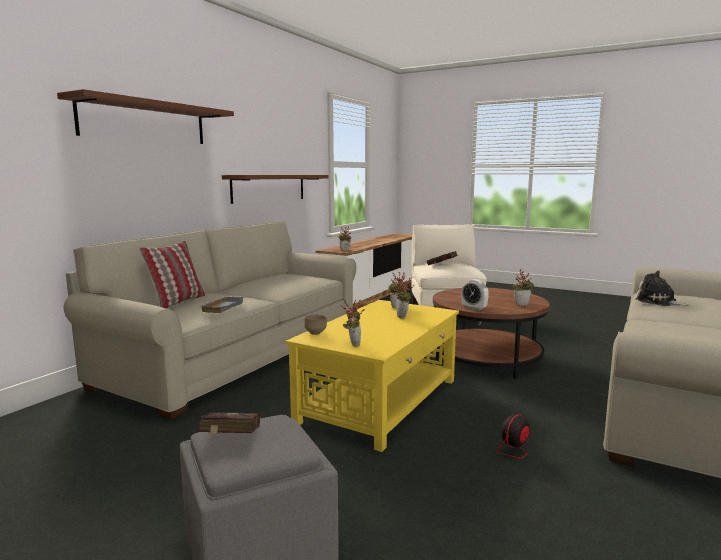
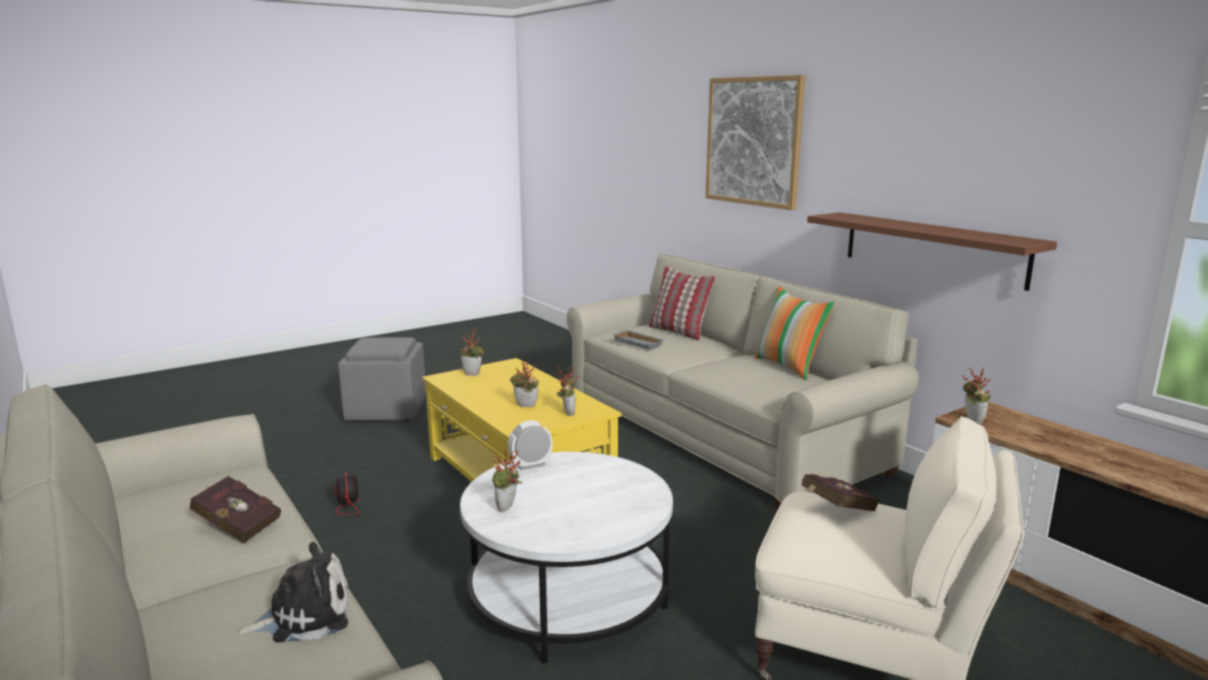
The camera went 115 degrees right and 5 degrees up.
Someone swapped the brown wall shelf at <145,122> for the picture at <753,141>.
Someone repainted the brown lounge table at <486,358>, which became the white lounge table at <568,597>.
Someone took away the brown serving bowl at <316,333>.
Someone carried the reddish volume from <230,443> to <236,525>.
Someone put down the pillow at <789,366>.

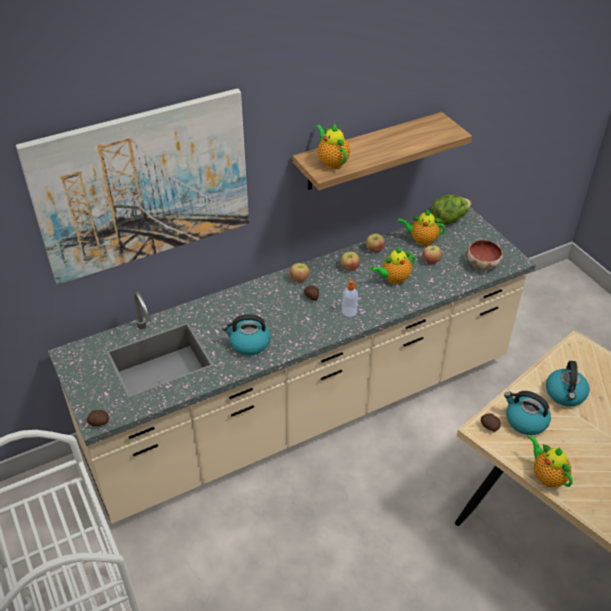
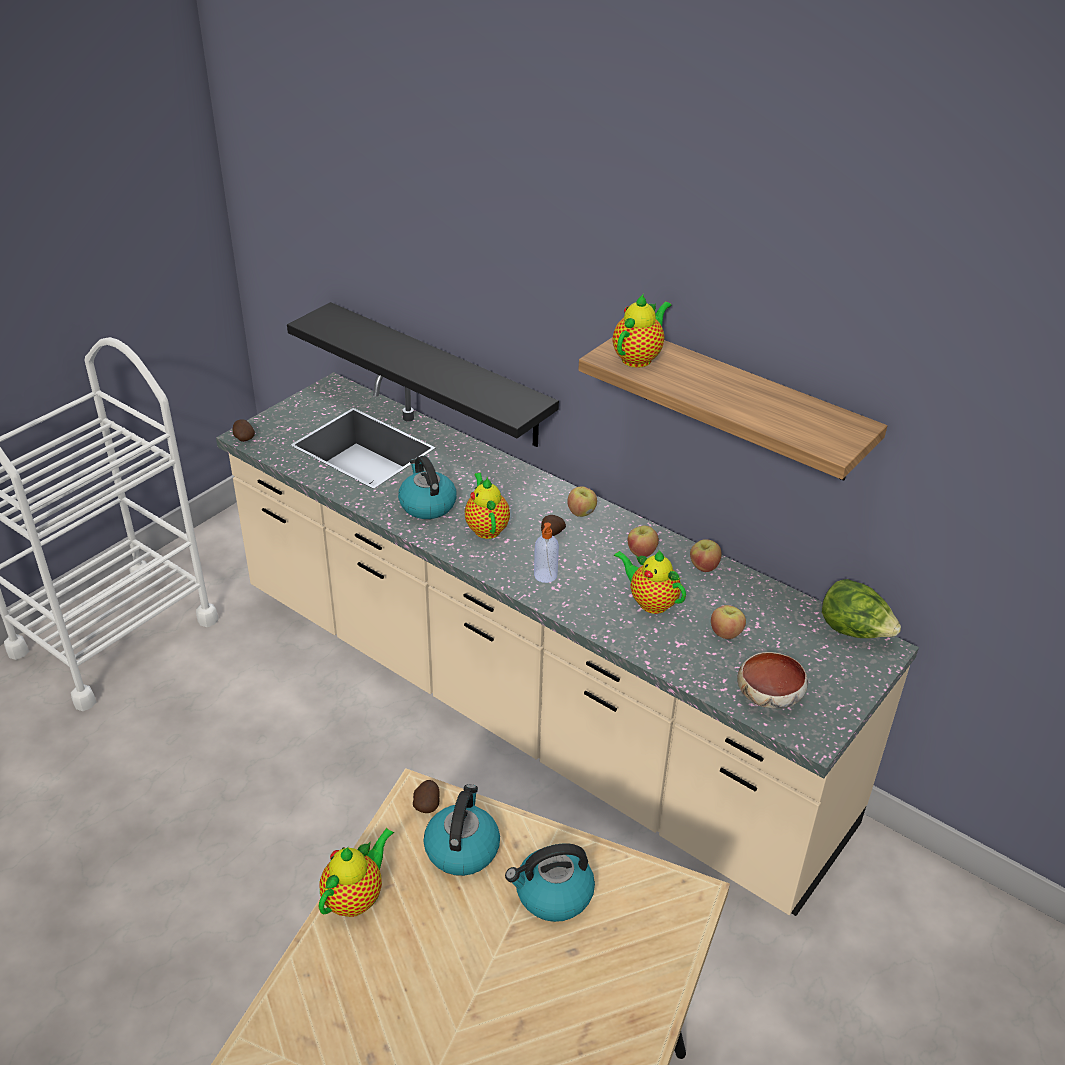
The camera went 65 degrees right and 5 degrees down.
Someone took away the picture at <144,186>.
Someone carried the teapot from <421,240> to <486,528>.
Someone put up the blackish wall shelf at <439,375>.

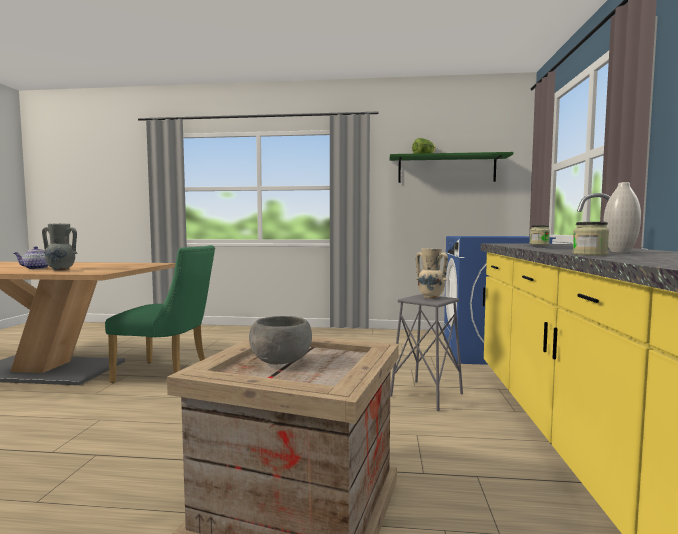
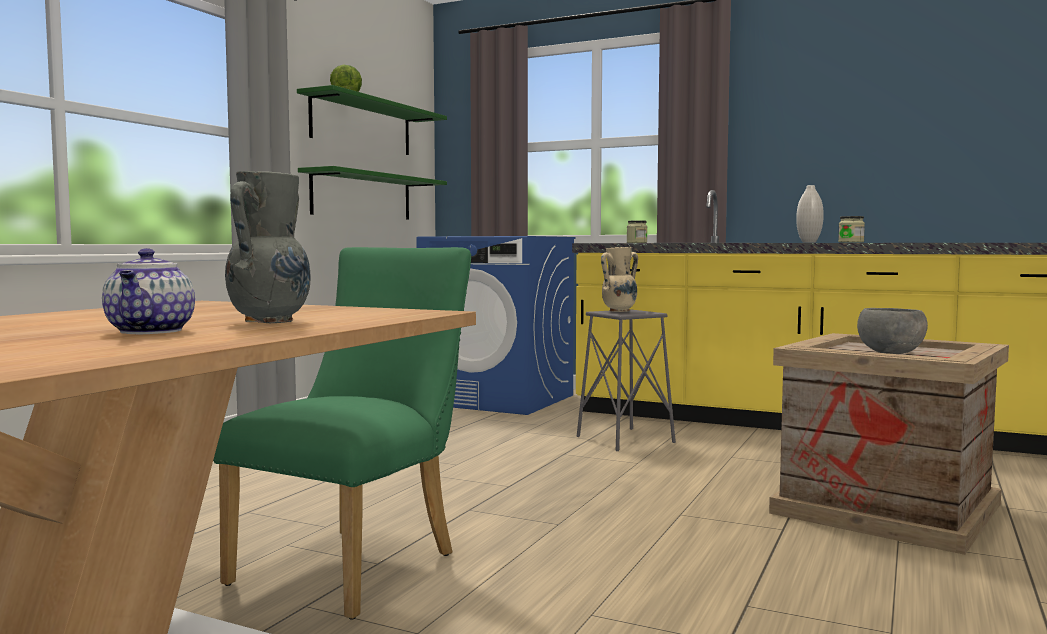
The camera went 70 degrees left and 0 degrees up.
Someone put up the green-coloured wall shelf at <362,196>.

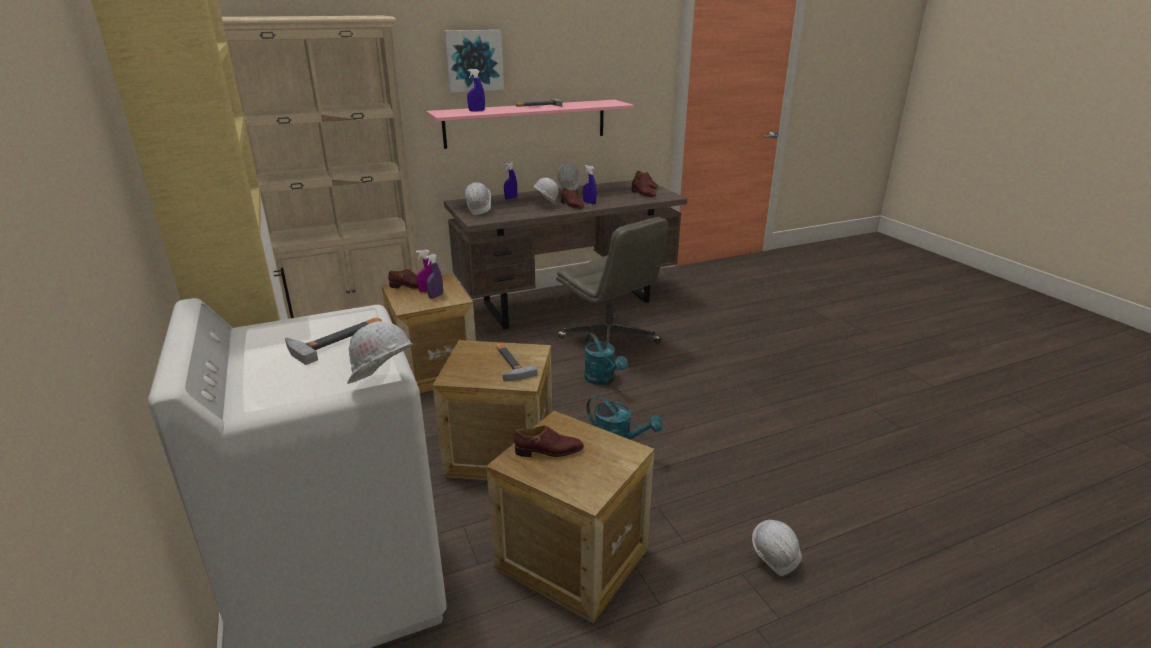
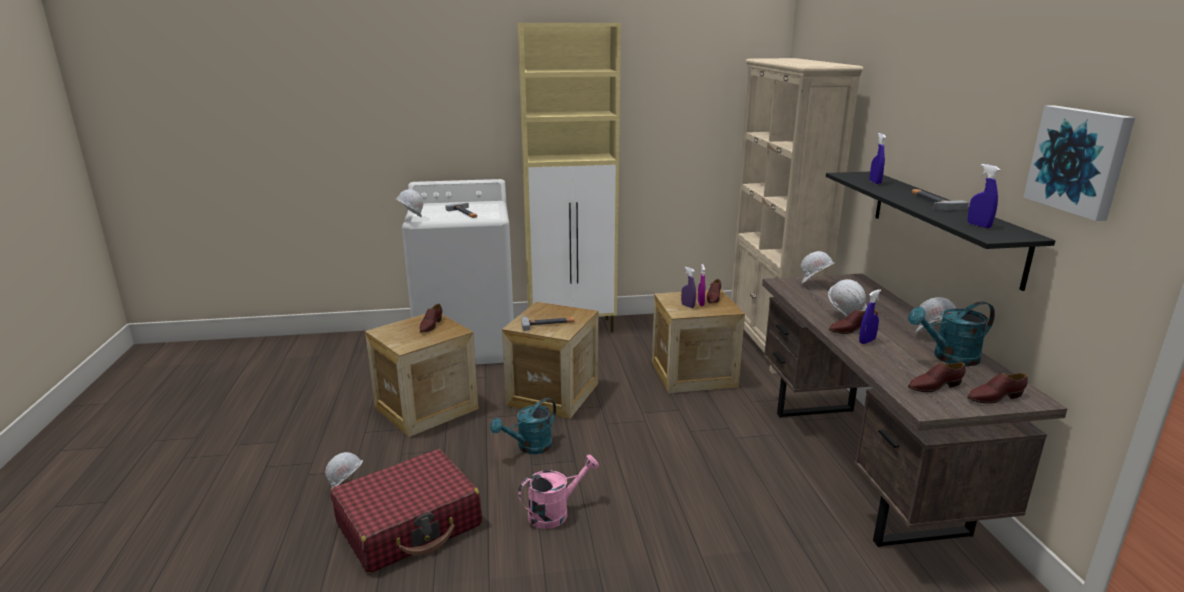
The camera went 105 degrees right and 5 degrees down.
Someone carried the picture from <473,60> to <1079,160>.
Someone repainted the pink wall shelf at <526,123>, which became the blackish wall shelf at <943,224>.
Someone carried the blue-coloured sprayer from <511,198> to <978,225>.
Someone took away the grey office chair at <609,340>.
Someone carried the blue-green watering can from <603,380> to <949,358>.
Someone put down the reddish travel case at <409,524>.
Someone put down the pink watering can at <555,512>.

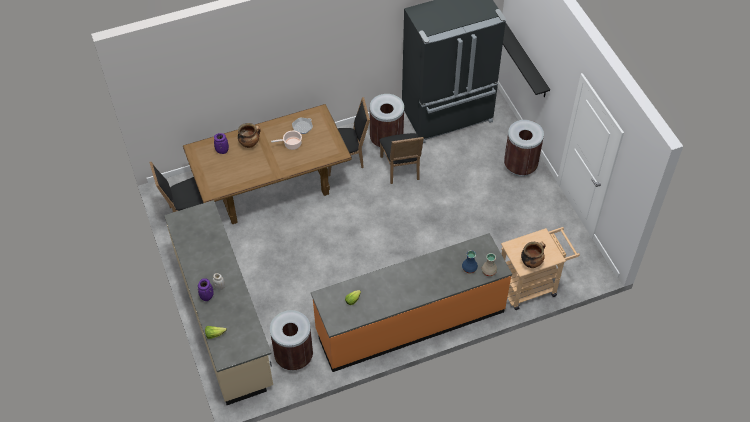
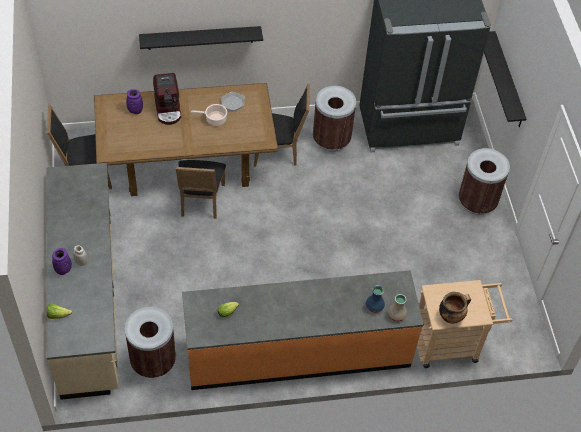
The camera went 10 degrees right and 0 degrees up.
Someone swapped the cooking pot at <250,143> for the coffee brewer at <168,109>.
Someone carried the blackish upright chair from <401,169> to <200,202>.
Someone put up the blackish wall shelf at <200,37>.

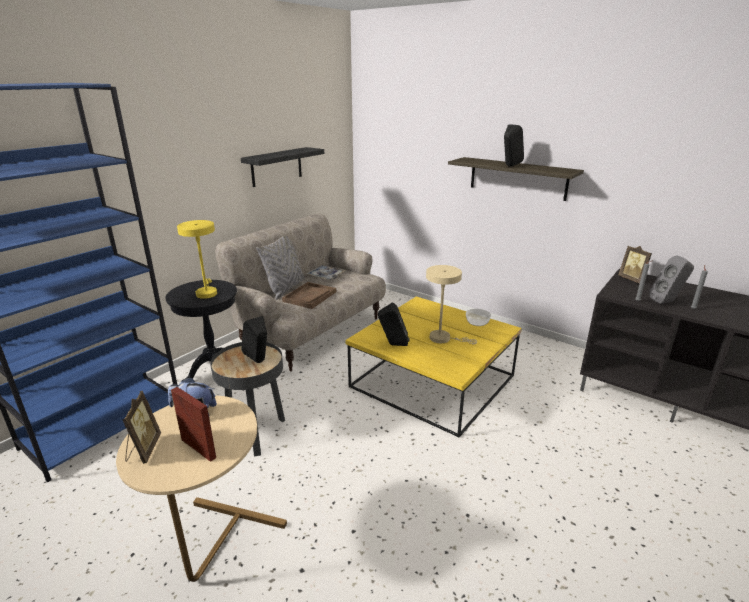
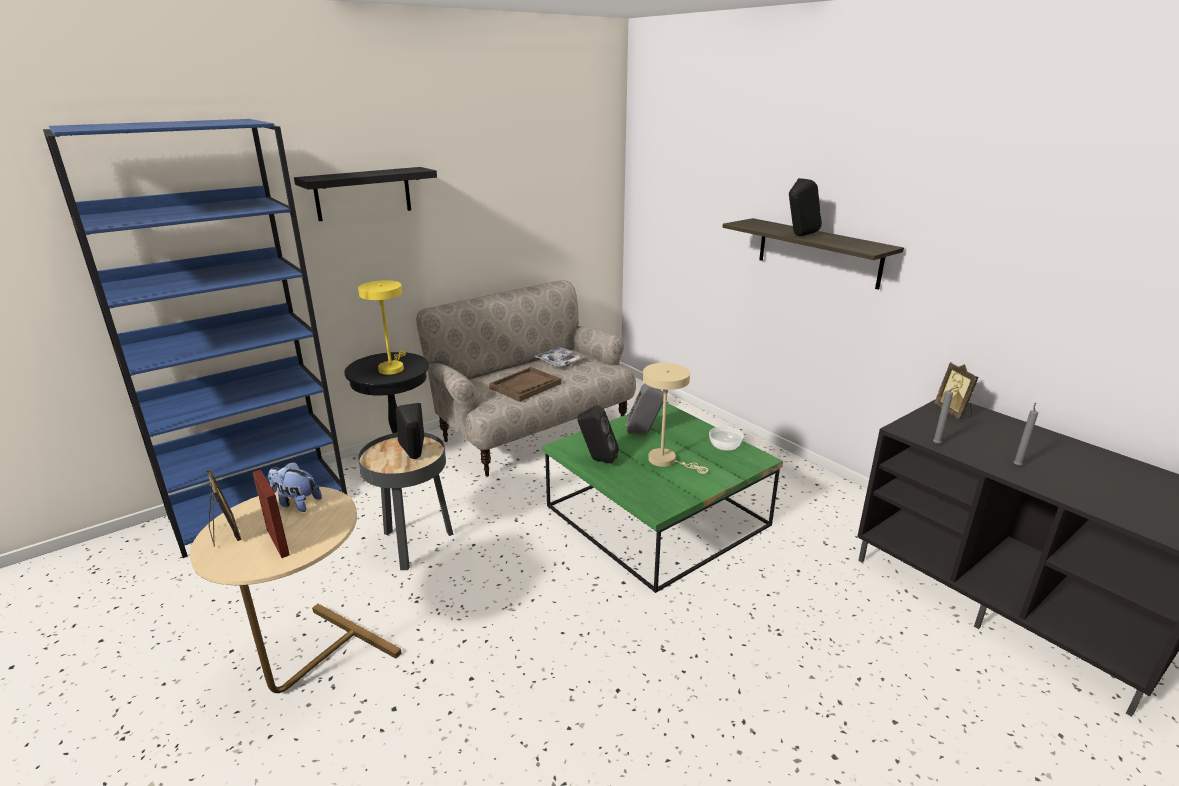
The camera went 15 degrees right and 0 degrees up.
Someone carried the blackish wall shelf from <276,167> to <363,193>.
Someone took away the grey pillow at <285,288>.
Someone carried the grey loudspeaker from <667,302> to <644,433>.
Someone repainted the yellowish lounge table at <432,380>, which became the green-coloured lounge table at <657,514>.
Someone rotated the standing frame at <143,450> by 45 degrees counterclockwise.

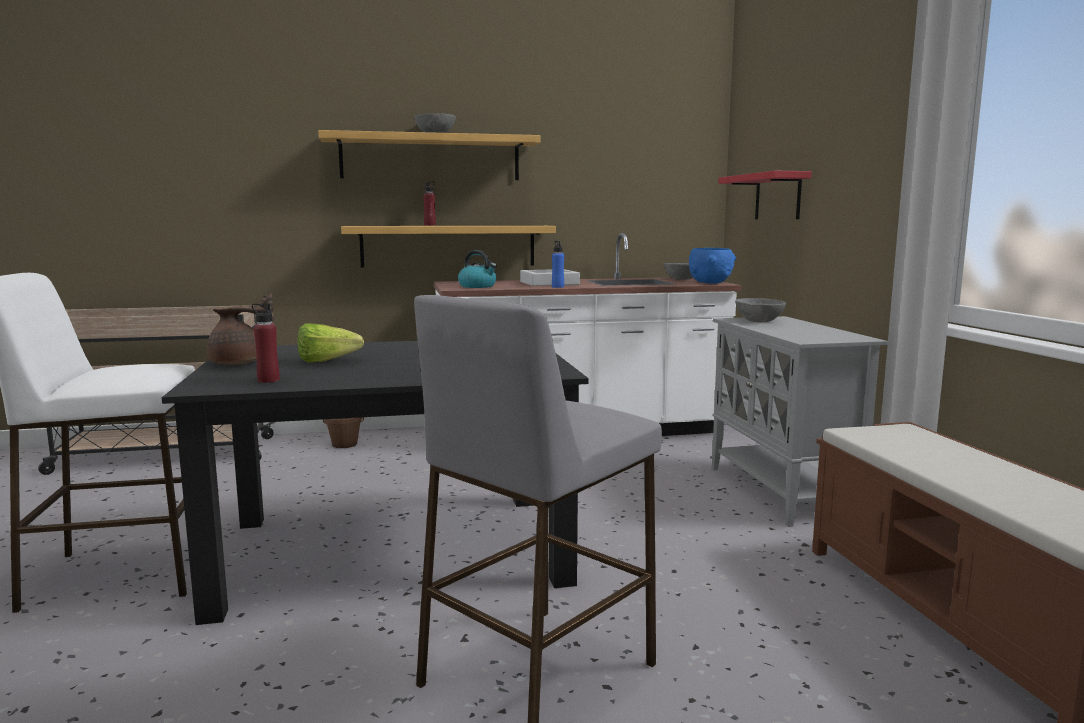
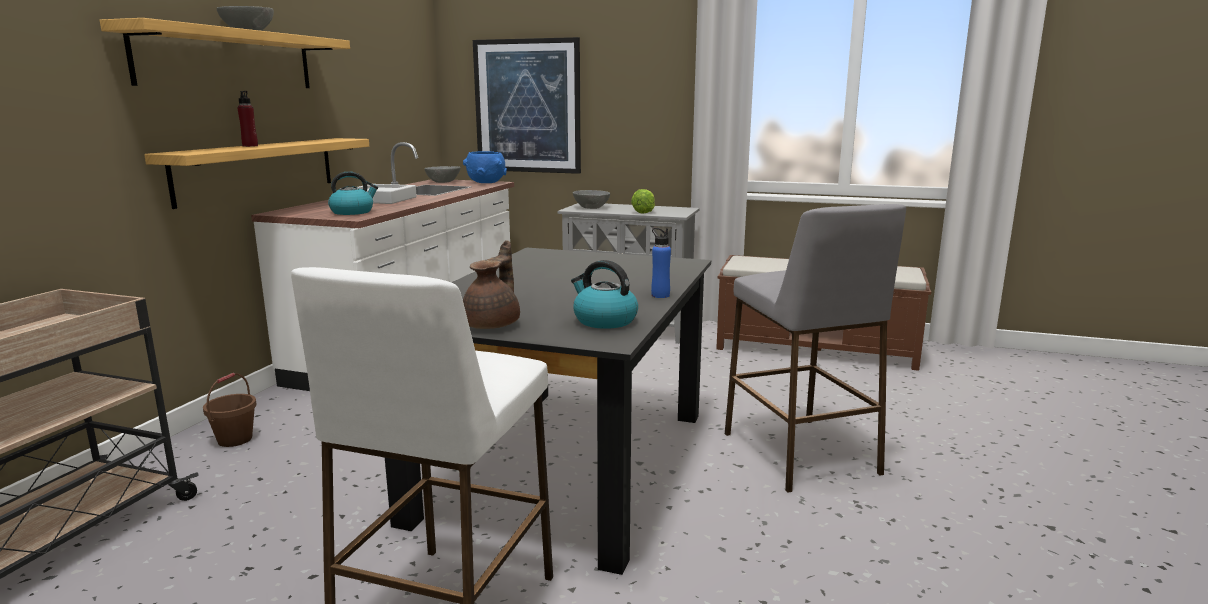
The camera went 60 degrees left and 5 degrees up.
Someone swapped the reddish wall shelf at <777,197> for the picture at <527,106>.
Someone carried the blue-coloured beverage bottle from <557,287> to <660,295>.
Someone swapped the reddish beverage bottle at <268,380> for the tea kettle at <604,320>.
Someone carried the lettuce from <332,361> to <646,211>.

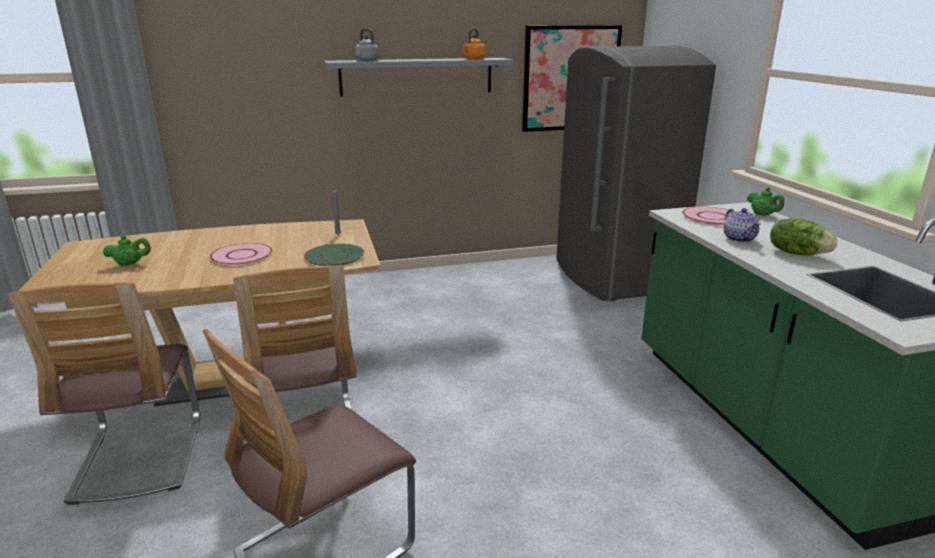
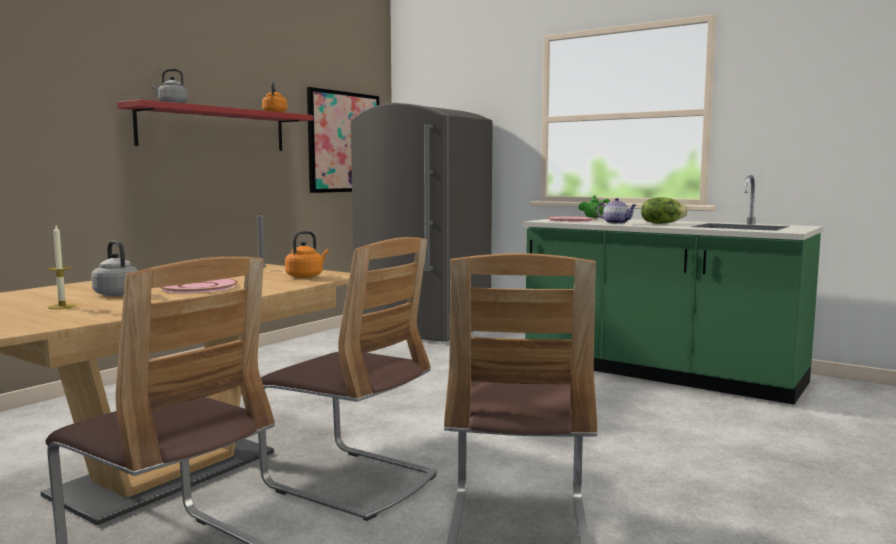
The camera went 40 degrees left and 15 degrees down.
Someone repainted the grey wall shelf at <417,76>, which became the reddish wall shelf at <214,129>.
Someone swapped the green-coloured teapot at <130,264> for the wax candle at <62,306>.
Someone swapped the green-coloured flat dish at <335,256> for the orange-coloured tea kettle at <306,276>.
Someone put down the grey tea kettle at <115,293>.

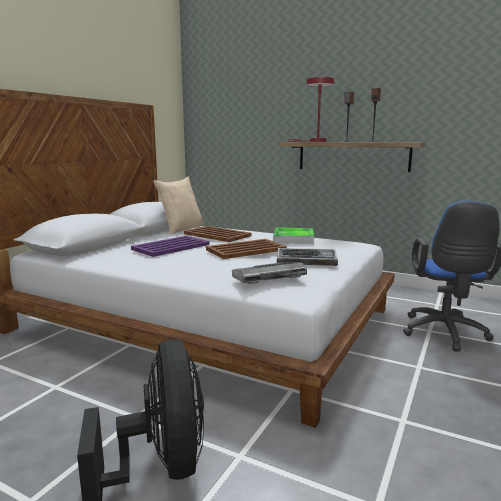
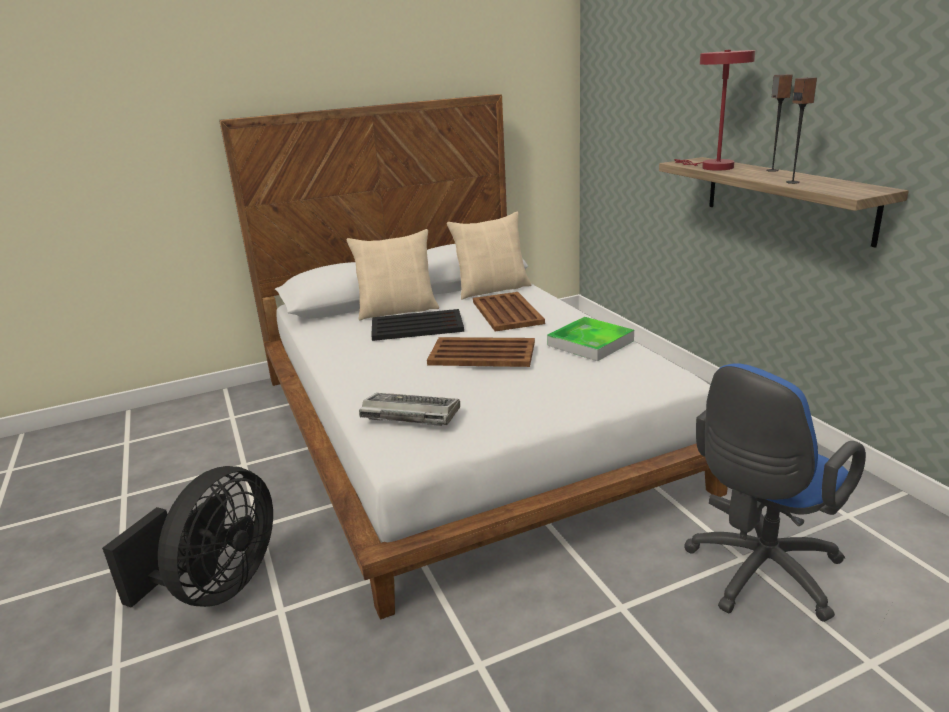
The camera went 40 degrees right and 10 degrees up.
Someone repainted the purple-coloured carrying tray at <171,247>, which became the blackish carrying tray at <418,326>.
Someone took away the computer keyboard at <307,262>.
Someone put down the beige-coloured pillow at <397,310>.

